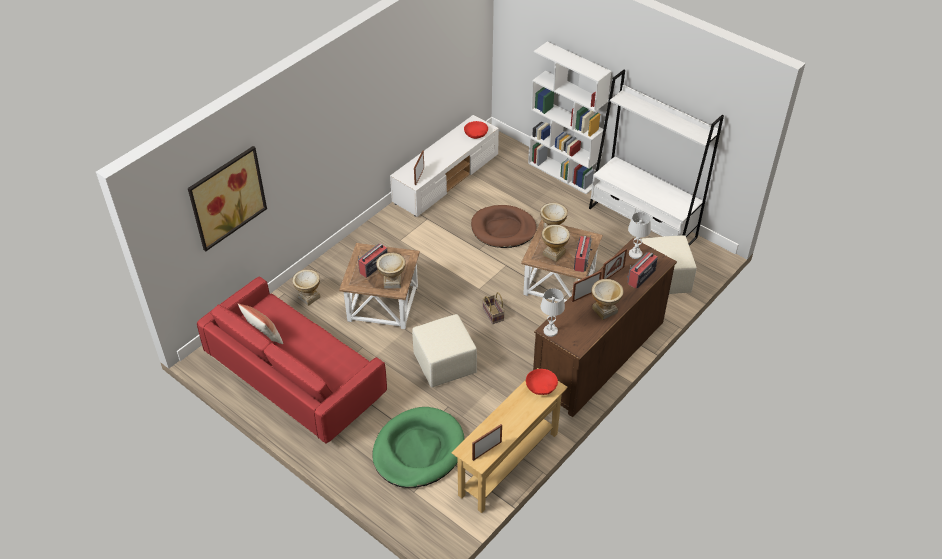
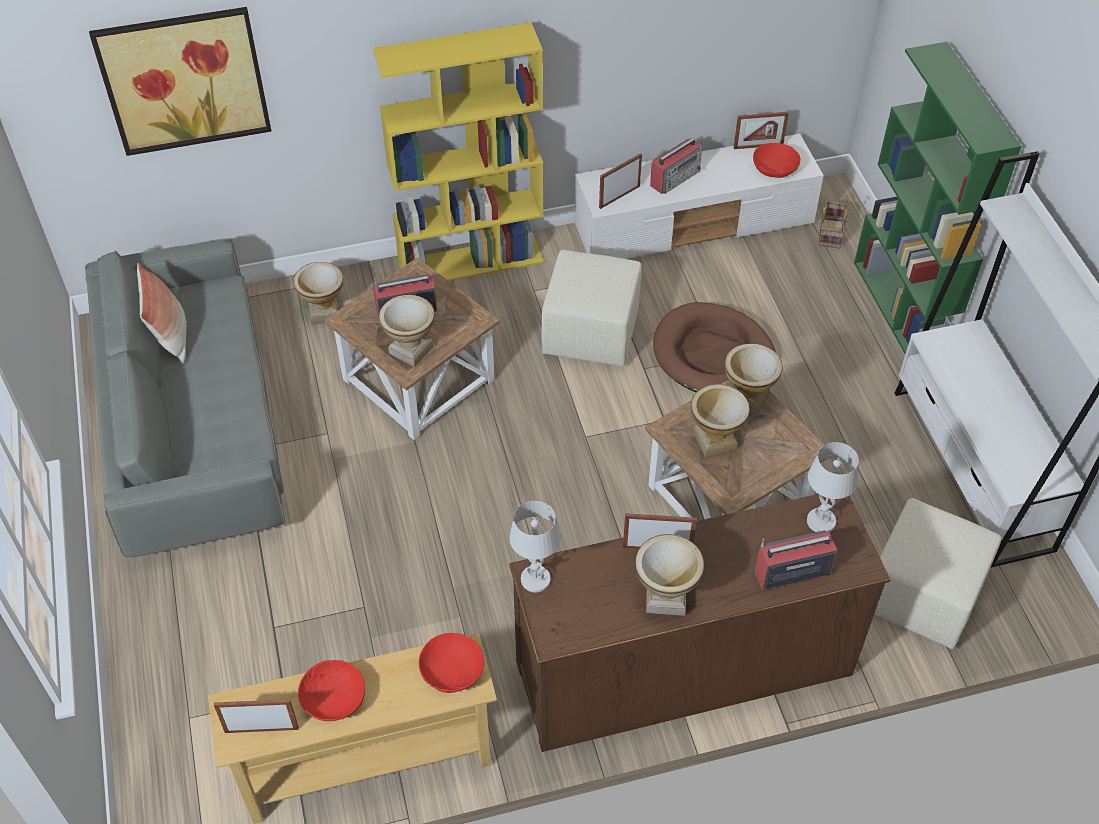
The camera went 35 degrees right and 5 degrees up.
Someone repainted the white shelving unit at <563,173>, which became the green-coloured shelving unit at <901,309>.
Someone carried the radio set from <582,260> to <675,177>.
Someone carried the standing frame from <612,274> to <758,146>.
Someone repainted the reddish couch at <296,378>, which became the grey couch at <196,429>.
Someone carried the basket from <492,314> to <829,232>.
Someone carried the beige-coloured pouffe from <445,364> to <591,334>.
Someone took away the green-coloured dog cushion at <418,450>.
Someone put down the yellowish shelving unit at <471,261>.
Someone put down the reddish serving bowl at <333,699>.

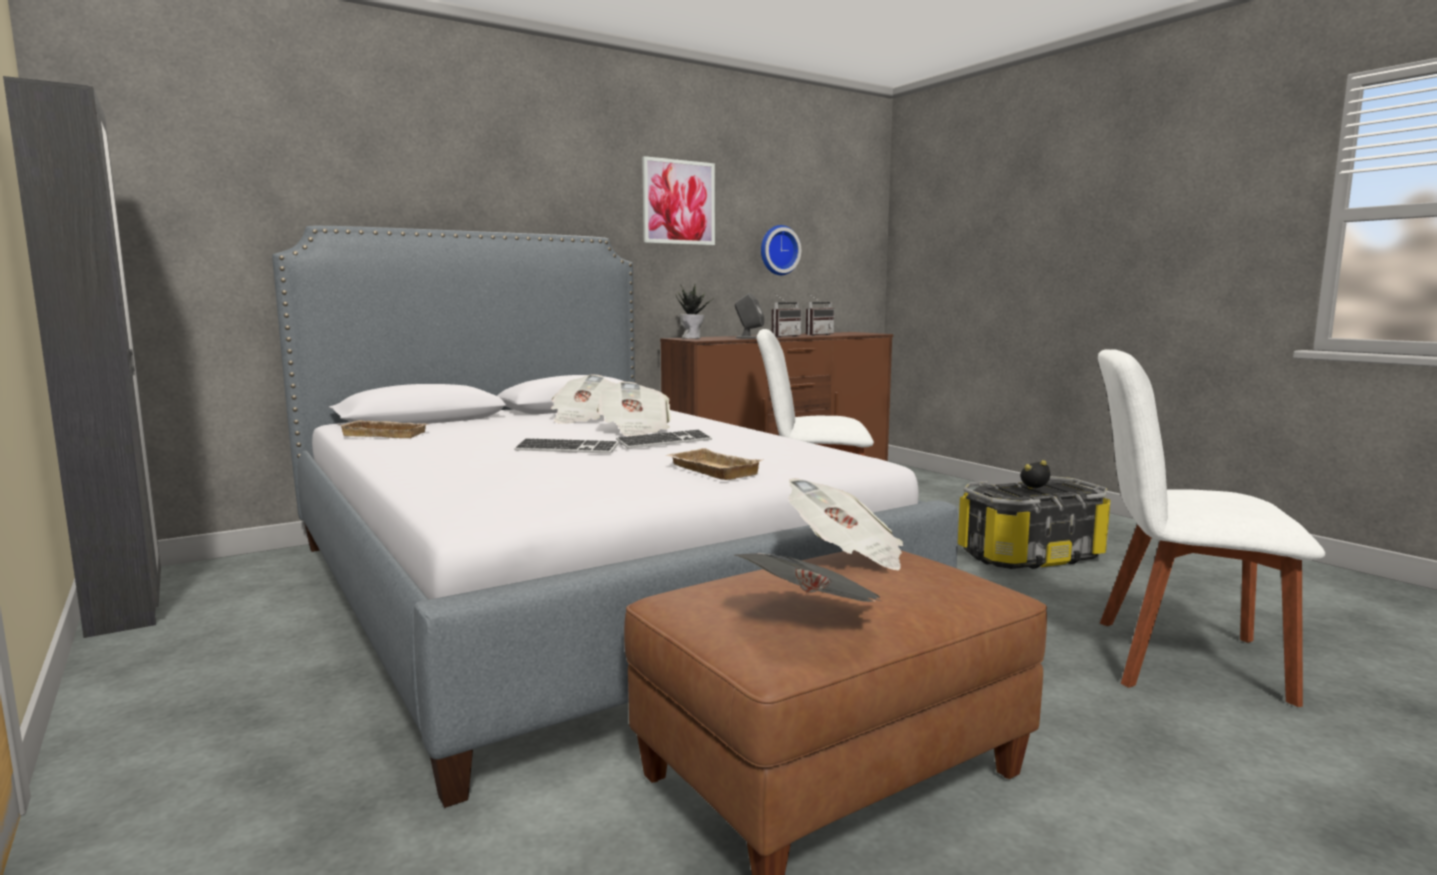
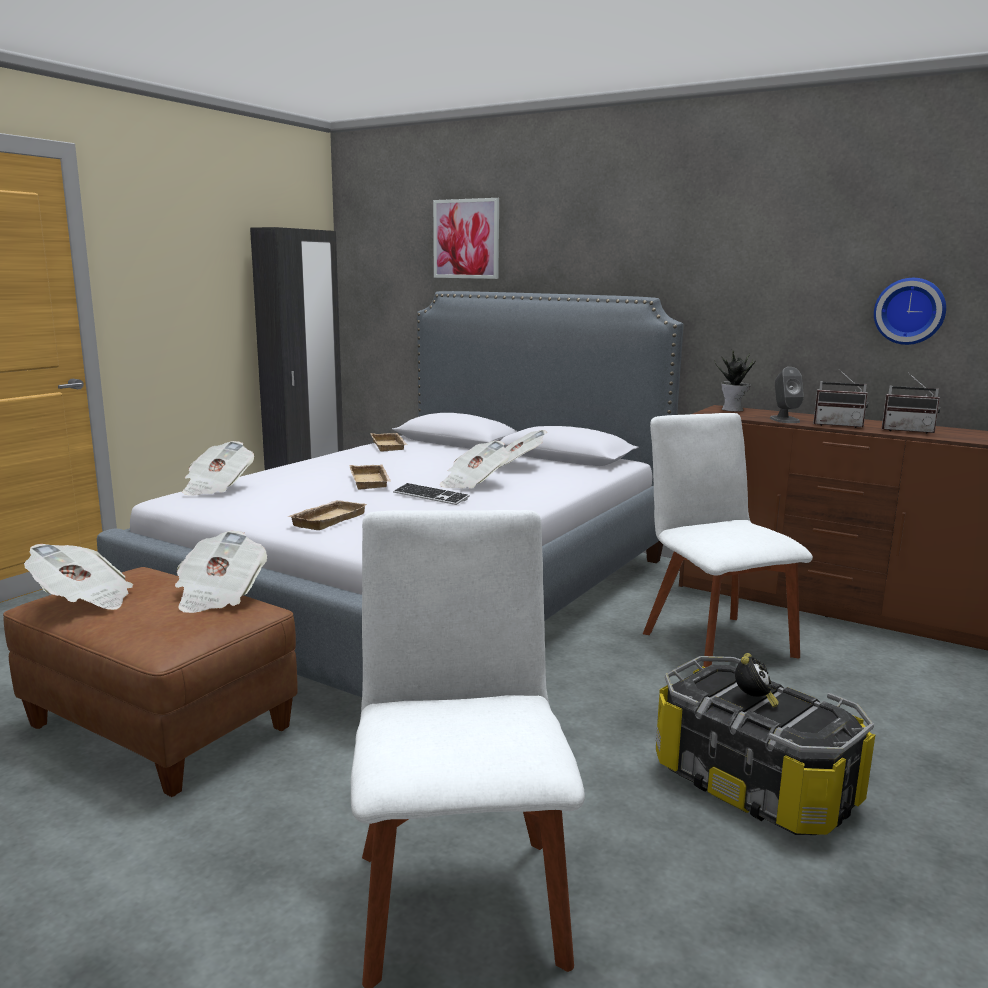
The camera went 65 degrees right and 5 degrees up.
Someone carried the picture from <678,202> to <466,239>.
Someone swapped the computer keyboard at <567,449> for the beige-coloured carrying tray at <371,481>.
Someone rotated the bedside clock at <1035,492> by 45 degrees clockwise.
Someone put down the newspaper at <217,488>.

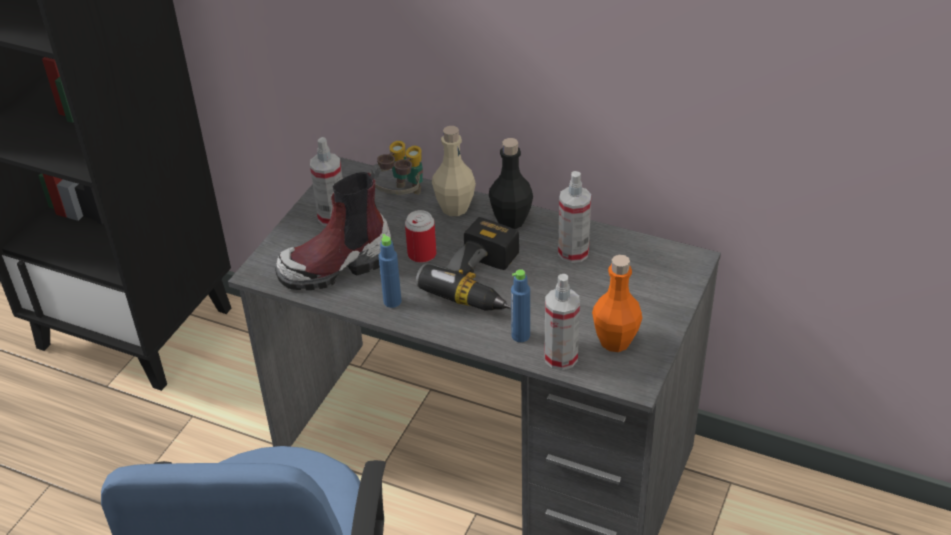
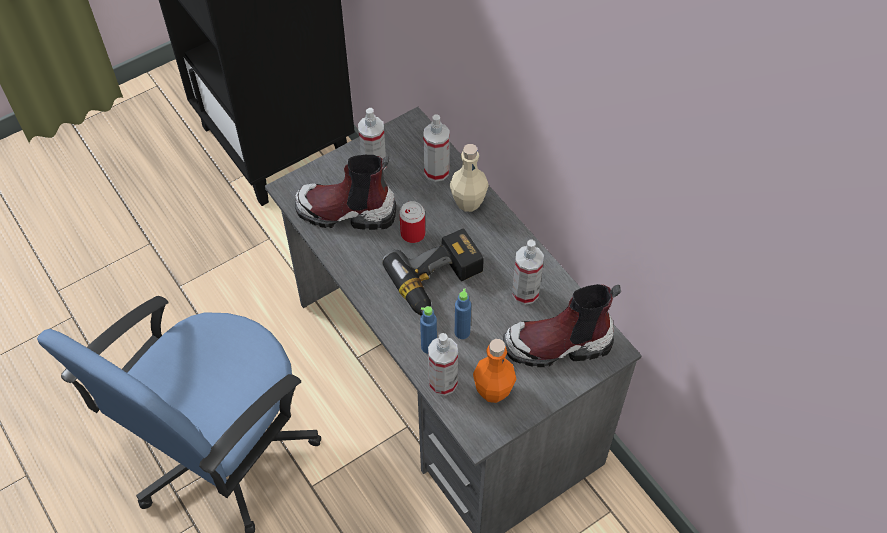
The camera went 30 degrees right and 15 degrees up.
Someone took away the blackish beverage bottle at <511,221>.
Someone swapped the field glasses at <401,197> for the sprayer at <436,171>.
Someone carried the blue-coloured beverage bottle from <392,301> to <462,332>.
Someone put down the high-top boot at <558,345>.

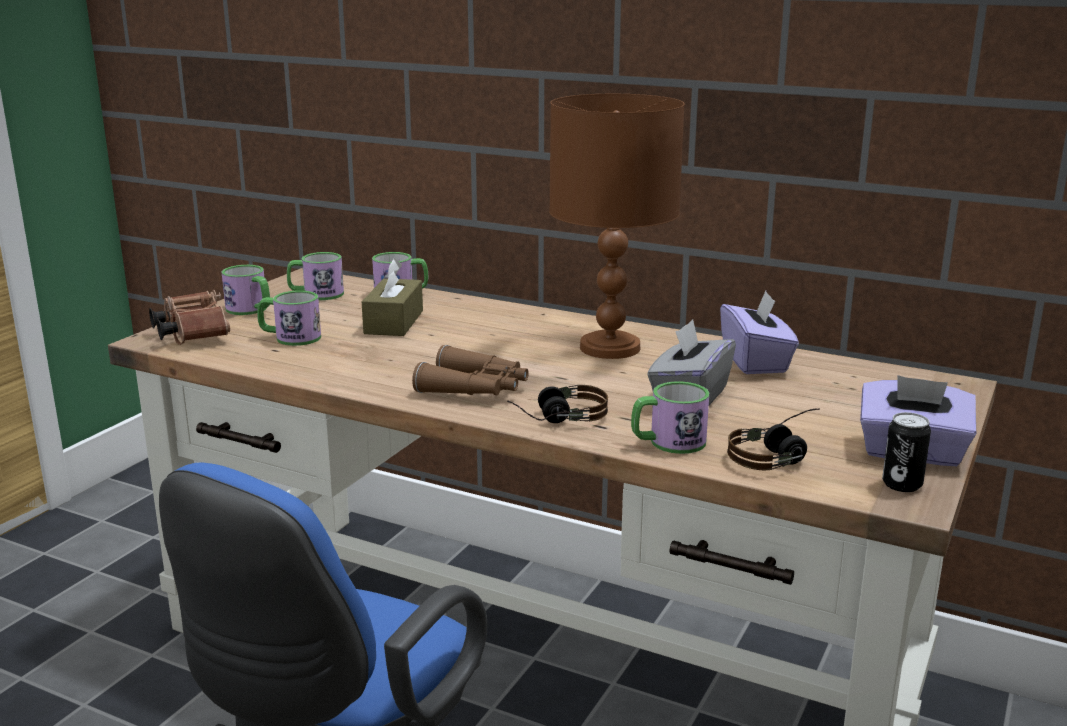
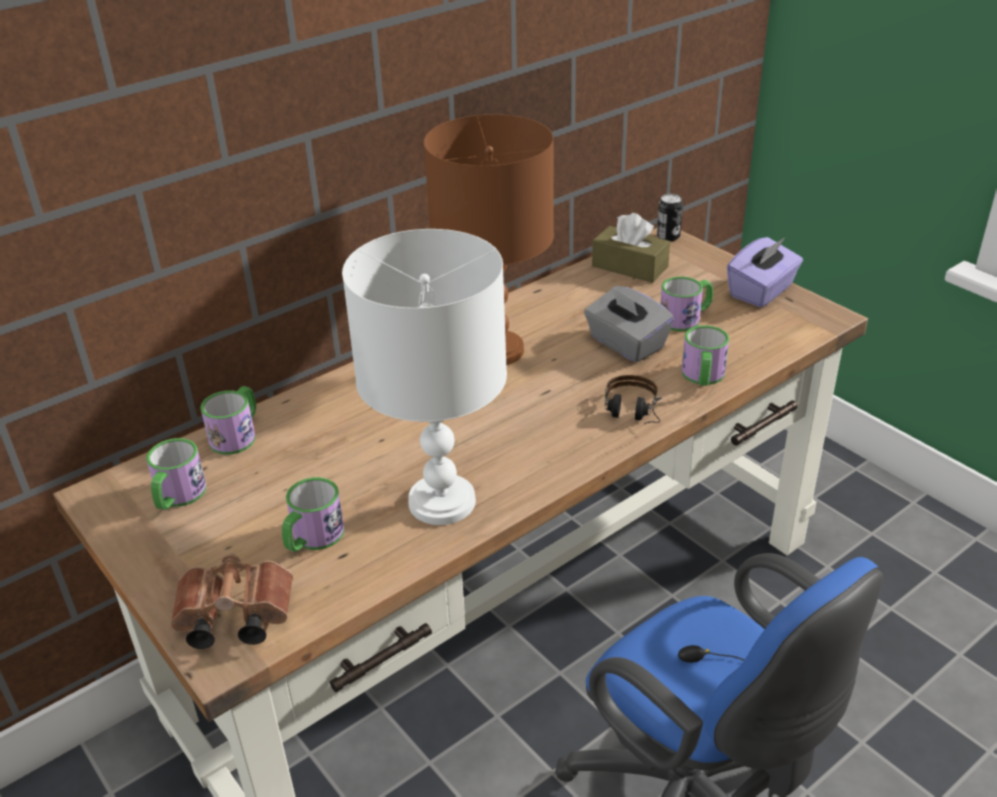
The camera went 65 degrees left and 15 degrees up.
Someone carried the brown tissue holder from <394,322> to <629,267>.
Someone carried the coffee mug from <251,310> to <686,318>.
Someone took away the purple-coloured tissue holder at <756,361>.
Someone took away the brown field glasses at <475,388>.
Someone took away the headset at <779,455>.
Someone carried the sealed can from <902,484> to <668,237>.
Someone put down the white tabletop lamp at <440,501>.

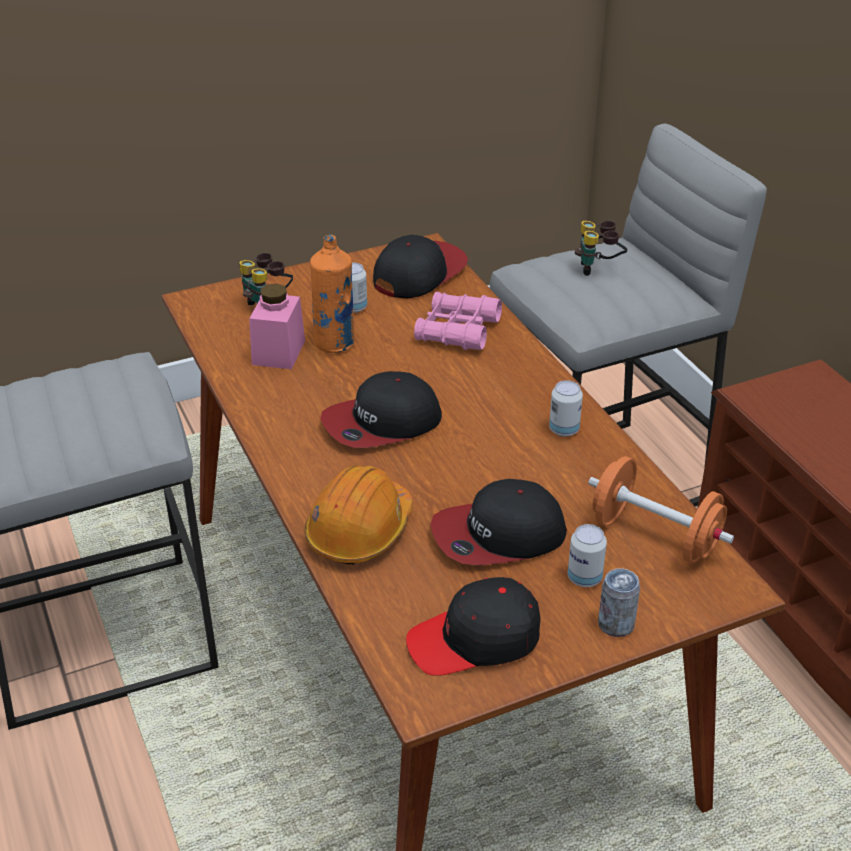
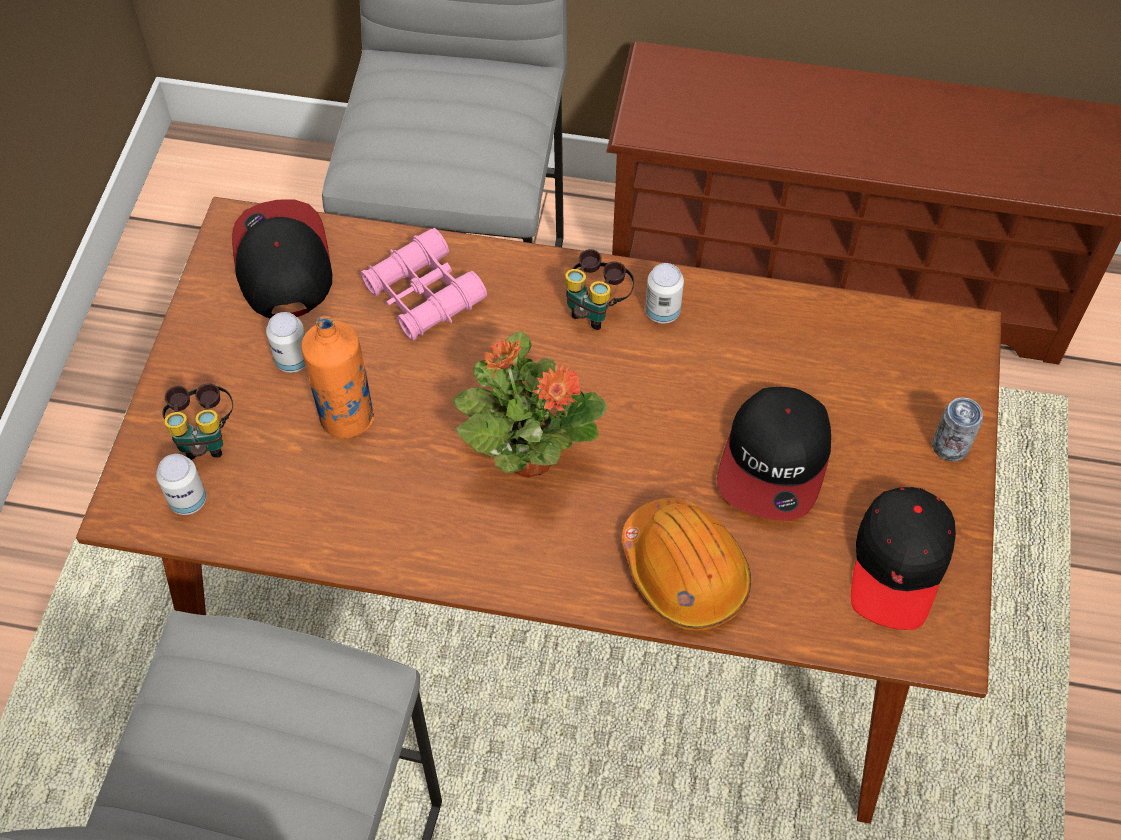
The camera went 55 degrees left and 20 degrees up.
Someone carried the field glasses from <599,269> to <596,308>.
Someone took away the pink jar at <278,352>.
Someone swapped the baseball cap at <382,423> for the plant in a pot at <528,455>.
Someone took away the orange-coloured free weight at <655,536>.
Someone carried the sealed can from <584,578> to <188,500>.

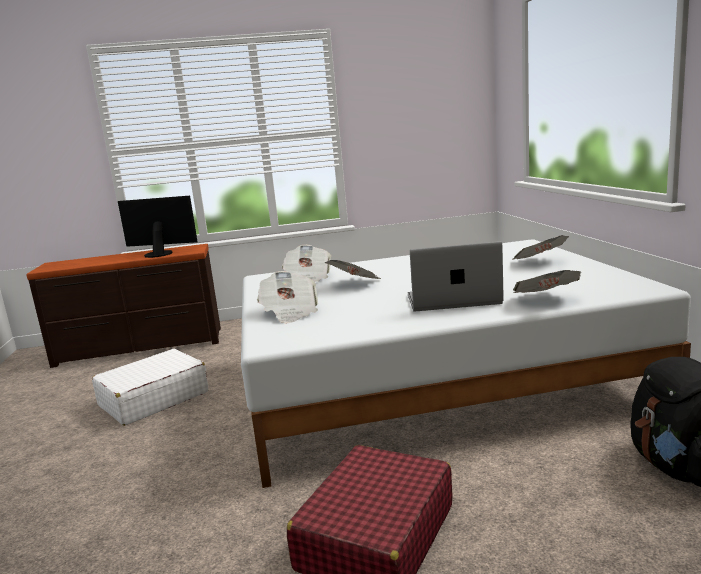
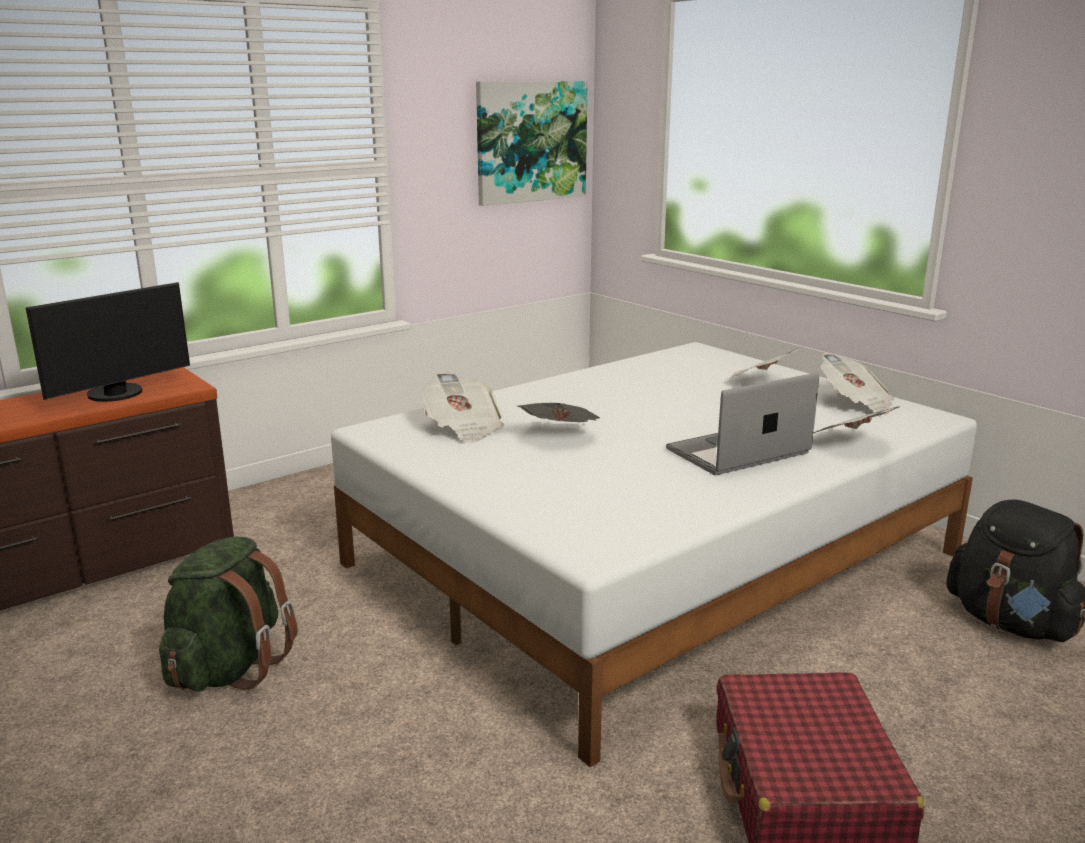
The camera went 30 degrees left and 5 degrees up.
Someone rotated the computer screen at <160,253> by 150 degrees clockwise.
Someone carried the newspaper from <290,313> to <855,403>.
Someone swapped the white travel case at <153,399> for the green-coloured rucksack at <230,668>.
Someone put up the picture at <531,141>.

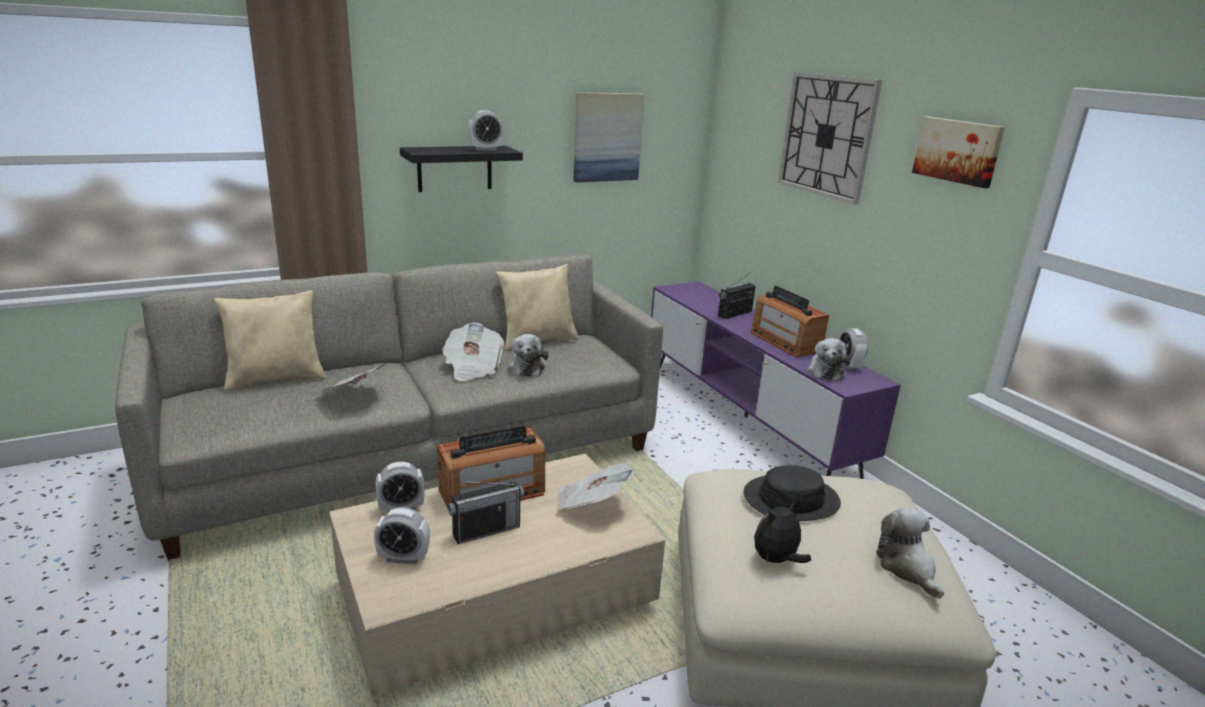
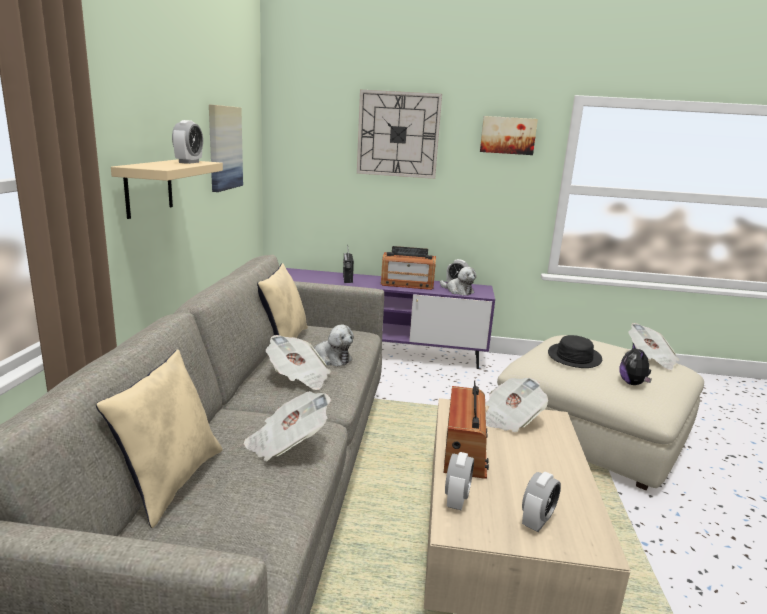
The camera went 55 degrees left and 5 degrees down.
Someone repainted the blackish wall shelf at <454,168>, which became the beige-coloured wall shelf at <148,187>.
Someone took away the radio set at <486,531>.
Someone swapped the cuddly toy at <907,568> for the newspaper at <651,359>.

